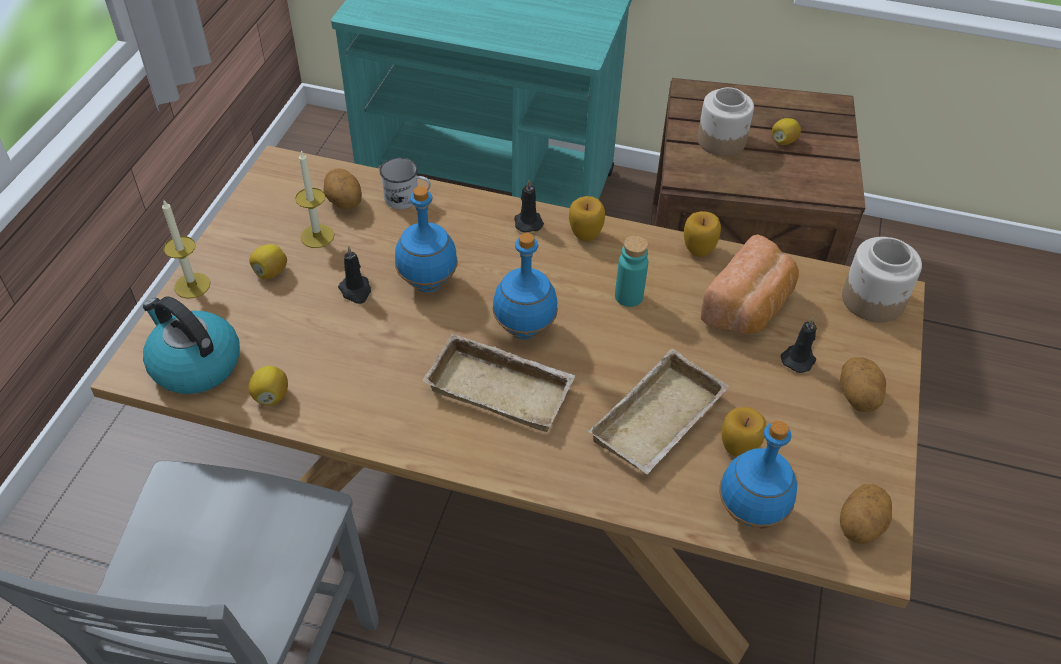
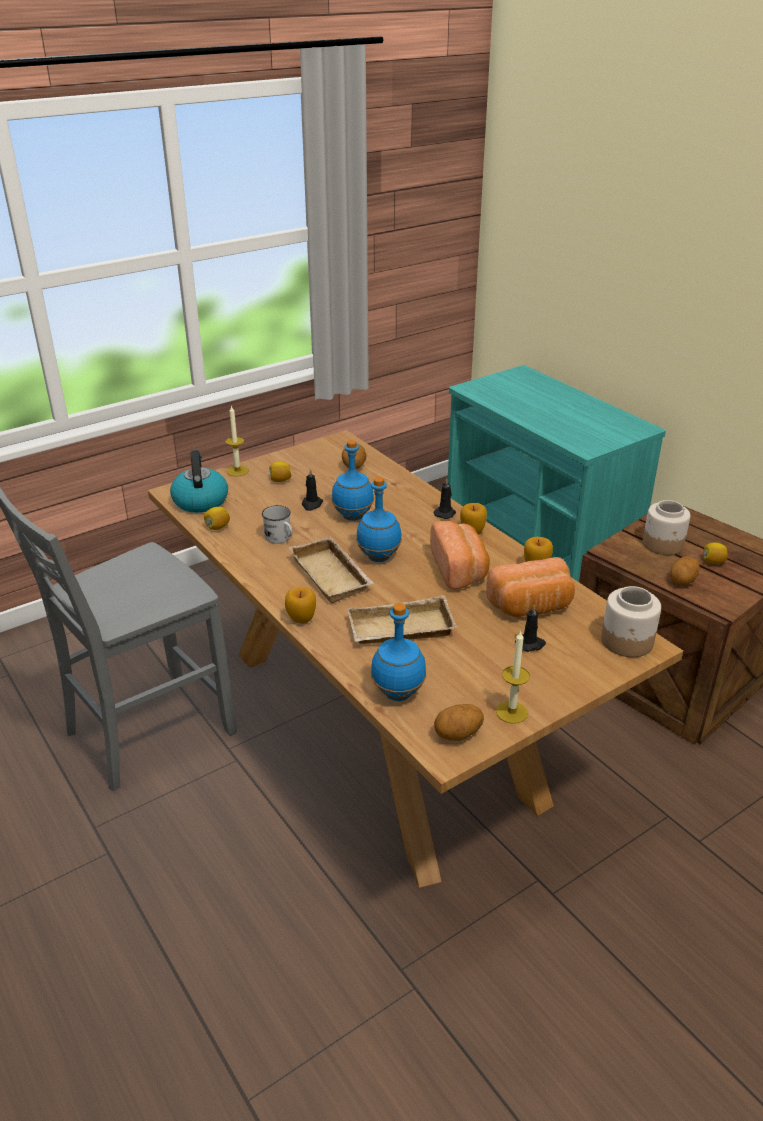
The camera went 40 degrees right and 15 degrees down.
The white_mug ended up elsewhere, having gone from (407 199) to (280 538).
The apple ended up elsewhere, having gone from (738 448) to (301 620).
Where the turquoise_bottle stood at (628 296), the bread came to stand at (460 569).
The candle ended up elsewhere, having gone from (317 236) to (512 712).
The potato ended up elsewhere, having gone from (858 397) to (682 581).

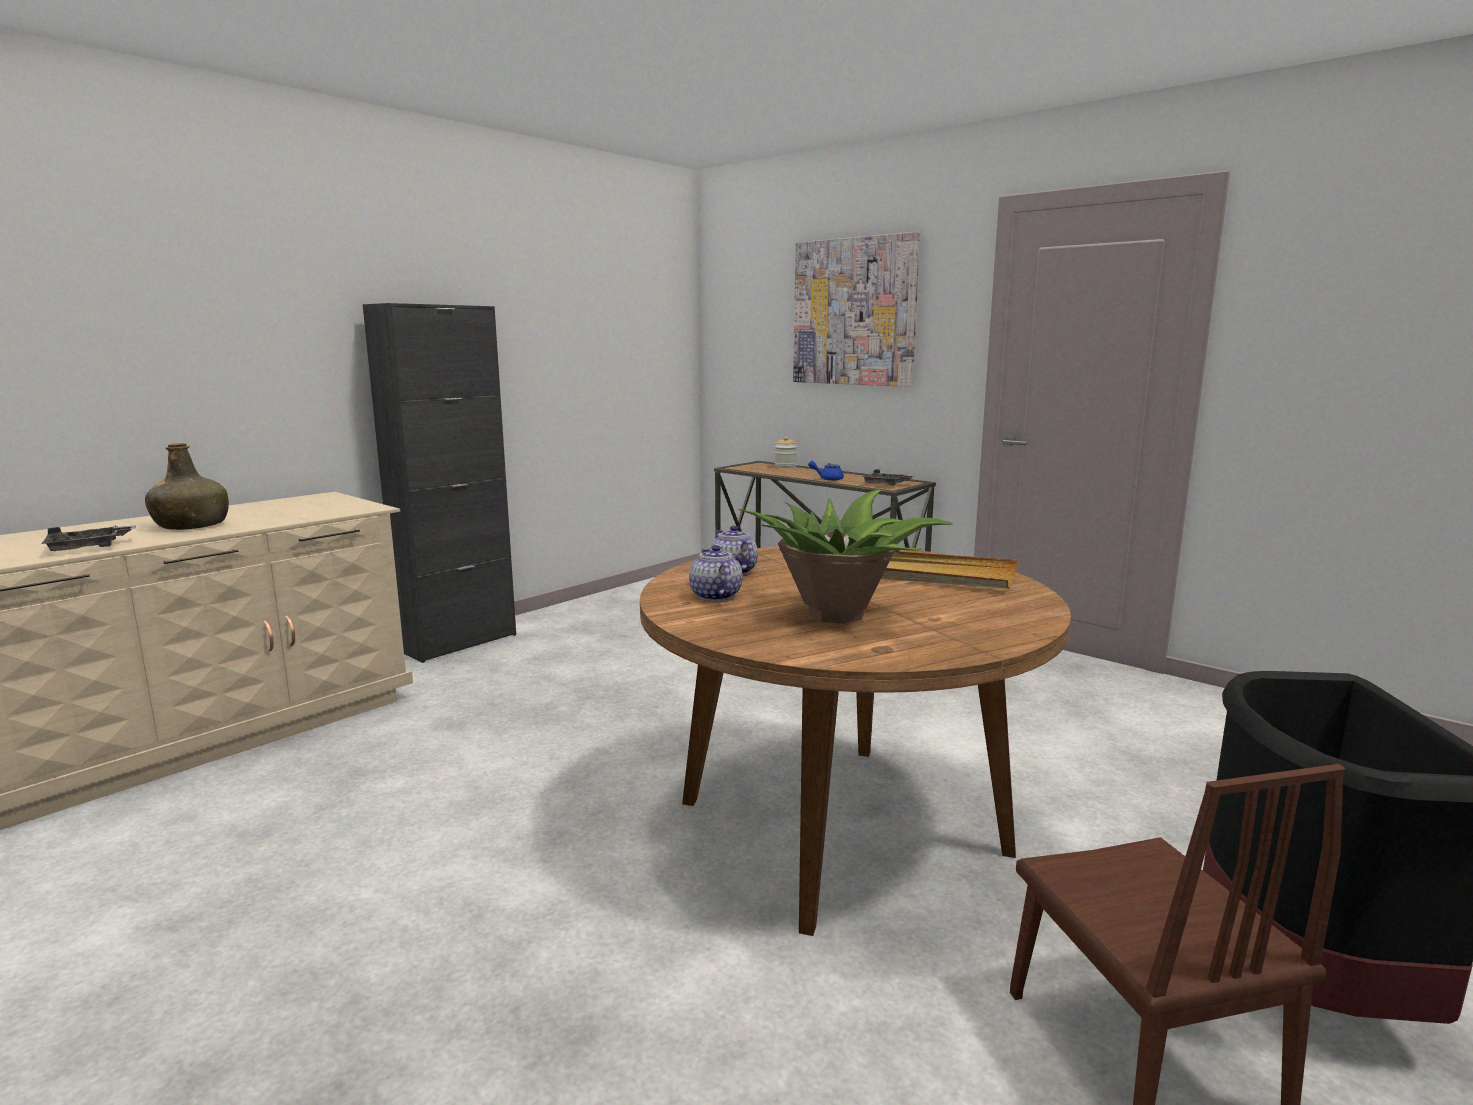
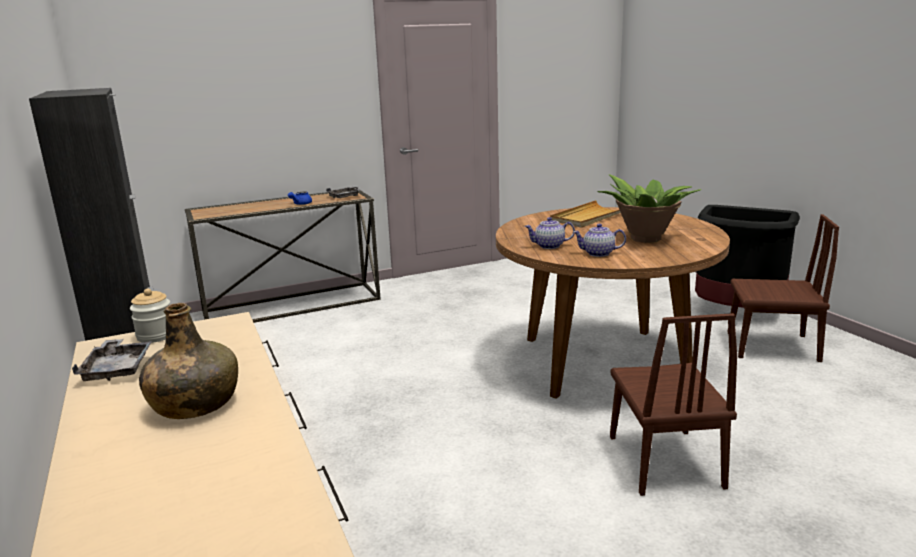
The camera went 65 degrees left and 5 degrees up.
The grey_tray ended up elsewhere, having gone from (88 548) to (117 369).
The jar ended up elsewhere, having gone from (785 466) to (156 336).
The second view gained the brown_chair at (664 461).
The second view lost the picture at (854 312).

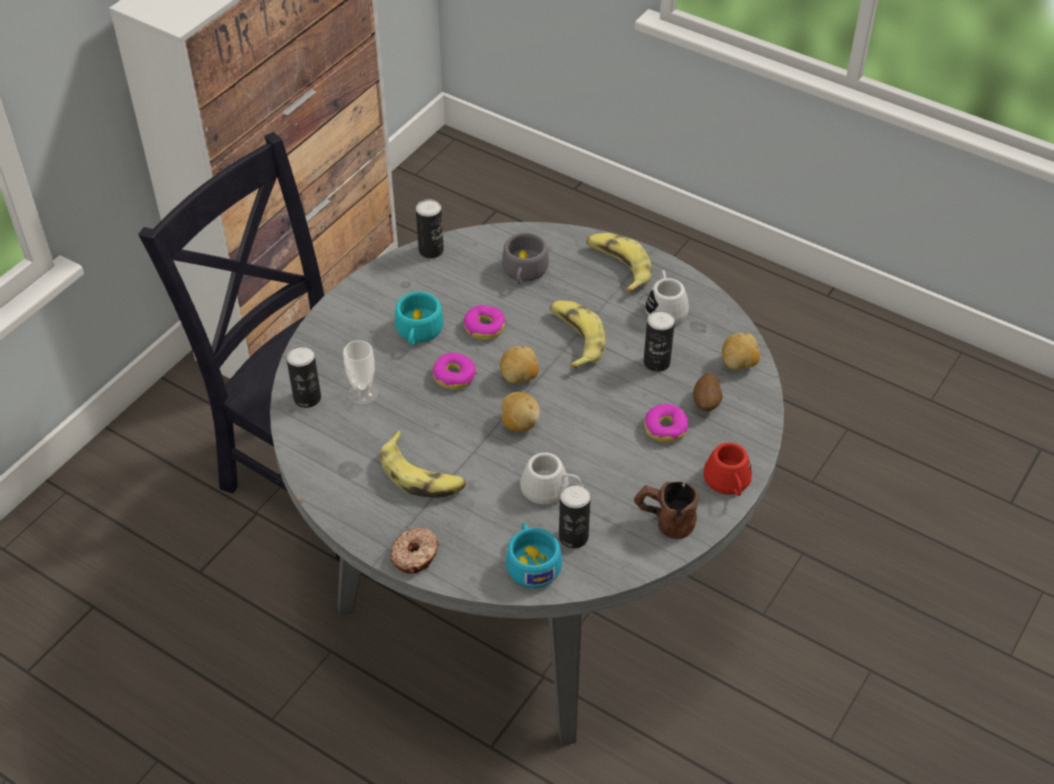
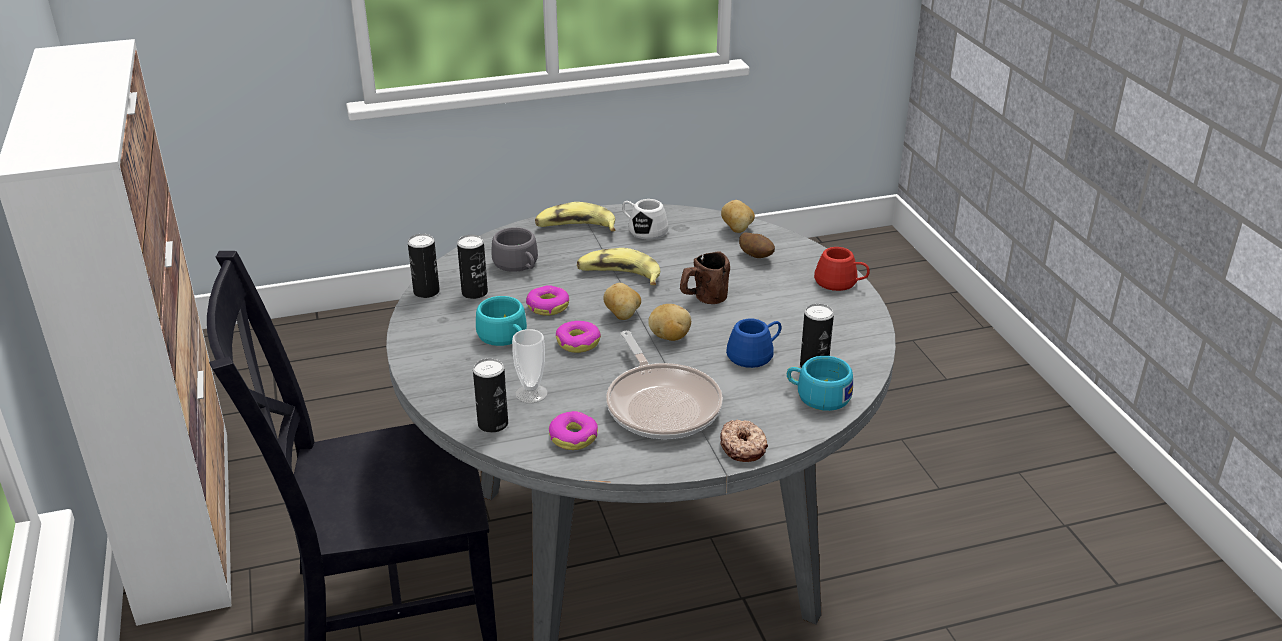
The camera went 50 degrees left and 15 degrees down.
The can ended up elsewhere, having gone from (656 362) to (474 292).
The donut ended up elsewhere, having gone from (665 428) to (573 437).
Where the banana stood at (422 475), the frying_pan came to stand at (661 405).
The brown_mug ended up elsewhere, having gone from (663 522) to (702 299).
What was the white_mug at (551 490) turned into the blue_mug at (755 354).

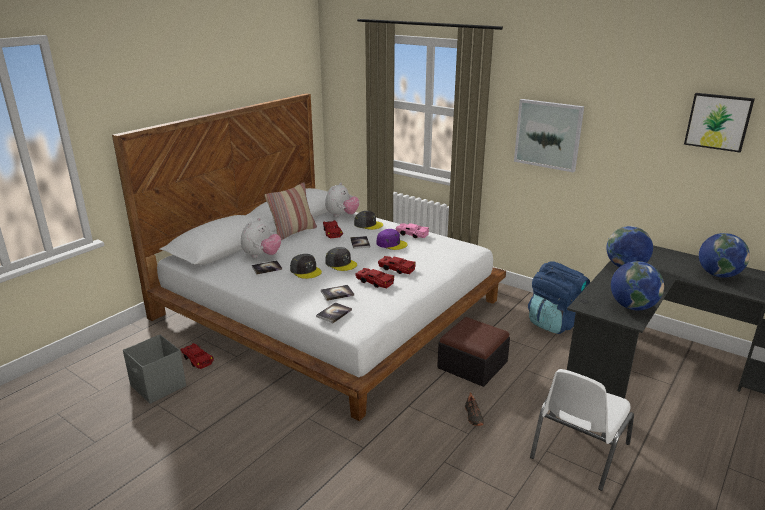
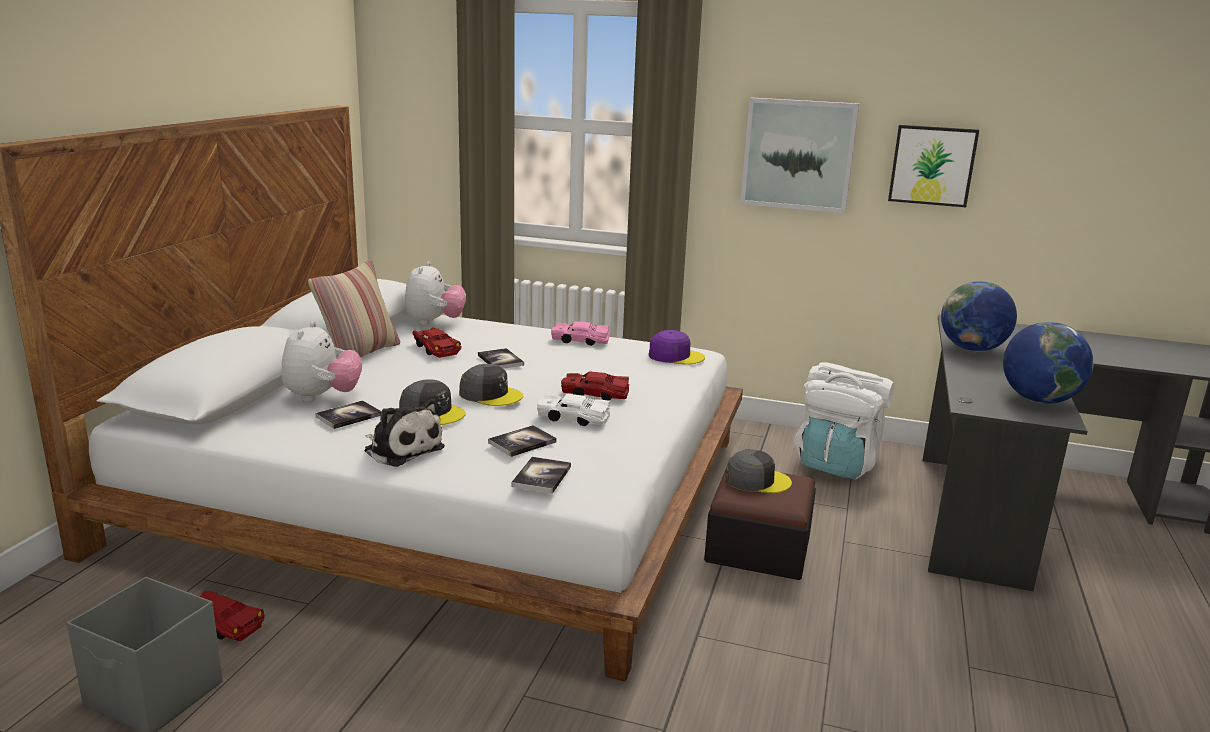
The camera went 20 degrees left and 5 degrees down.
The second view gained the plush_toy at (402 449).
What was the red_toy_car at (374 282) turned into the white_toy_car at (573 418).
The purple_cap ended up elsewhere, having gone from (391 244) to (675 356).
The grey_cap ended up elsewhere, having gone from (368 224) to (756 480).
What was the blue_backpack at (554 322) turned into the white_backpack at (837 464).
The picture ended up elsewhere, having gone from (718 121) to (932 165).
The second view lost the black_shoe at (473 416).
The second view lost the white_chair at (578 451).
The second view lost the globe at (718 275).

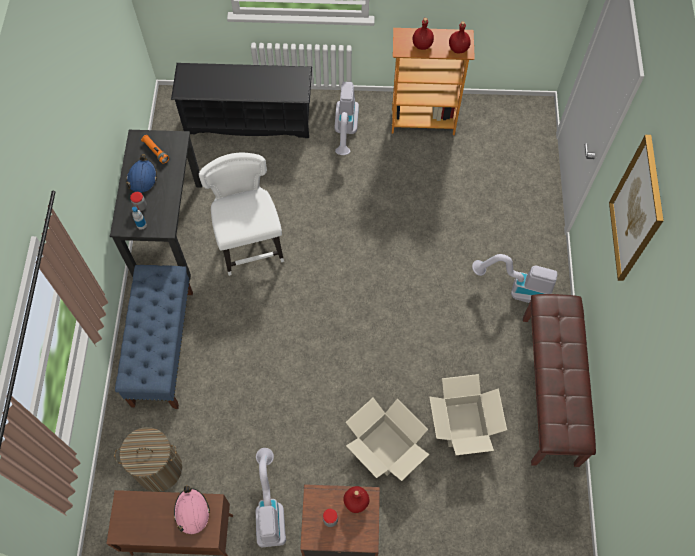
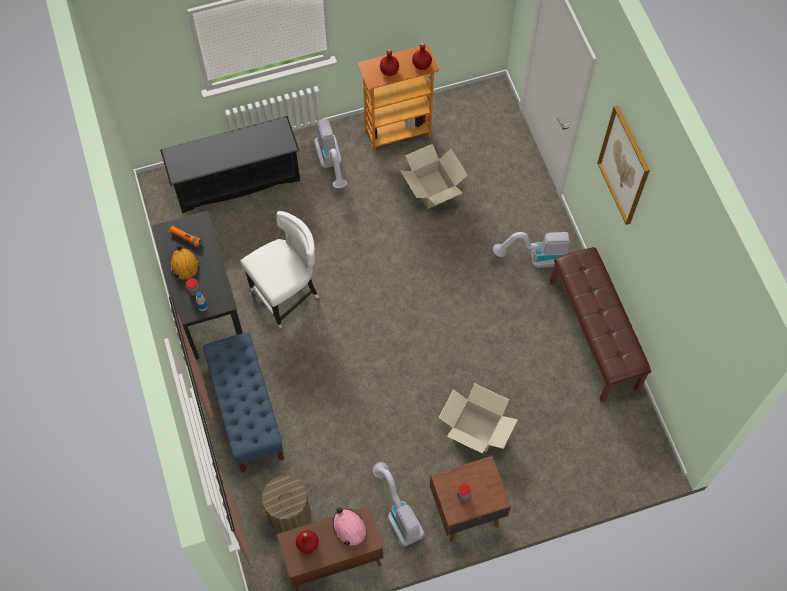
The camera went 20 degrees left and 0 degrees up.
What was the blue_hard_hat at (142 178) turned into the orange_hard_hat at (184 265).
The white_chair at (250 244) ended up facing another way, 90 degrees clockwise from before.
The red_bottle ended up elsewhere, having gone from (355 502) to (307 544).
The cardboard_box ended up elsewhere, having gone from (463 424) to (433 189).

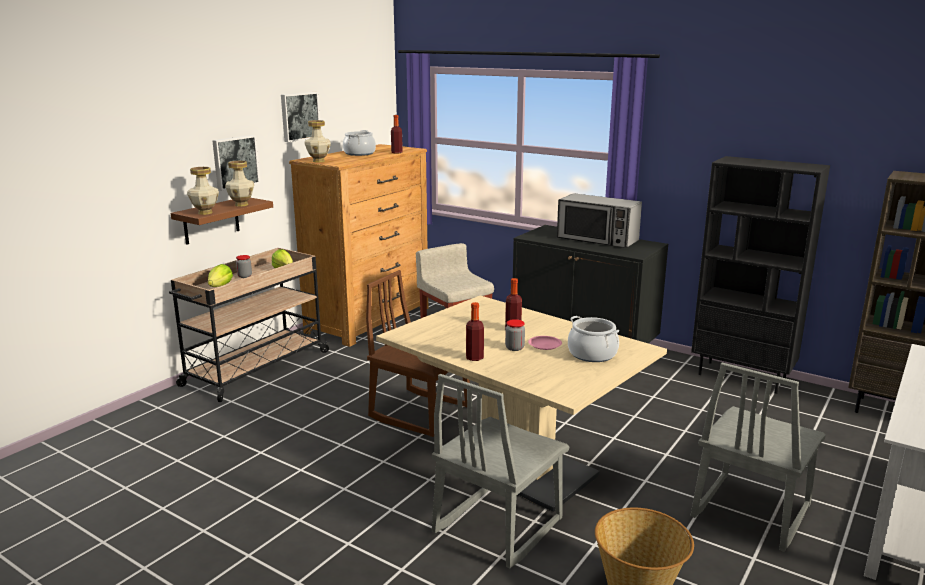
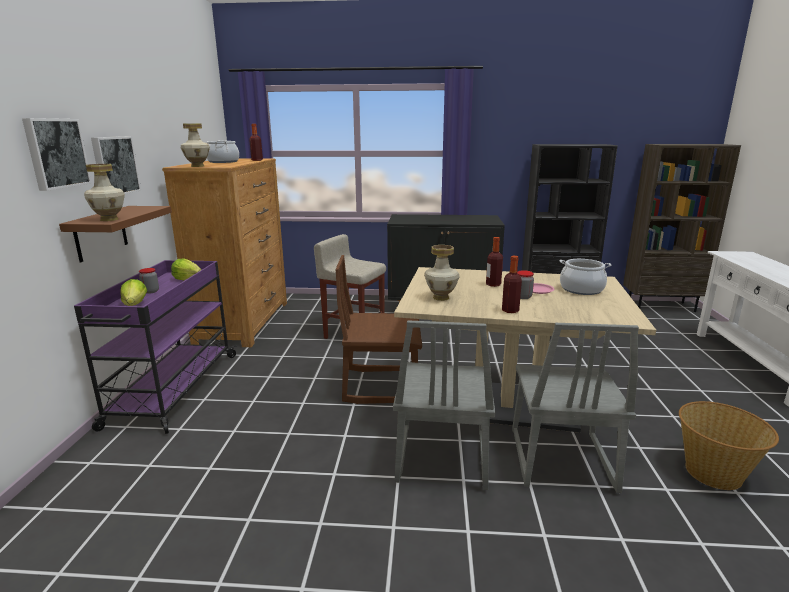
The camera went 30 degrees left and 0 degrees up.
The picture ended up elsewhere, having gone from (299 116) to (56 153).
What was the beige_cart at (255 369) turned into the purple_cart at (173 390).
The grey_chair ended up elsewhere, having gone from (749 511) to (440 457).
The vase ended up elsewhere, having gone from (242 205) to (441 298).
The second view lost the microwave at (597 240).

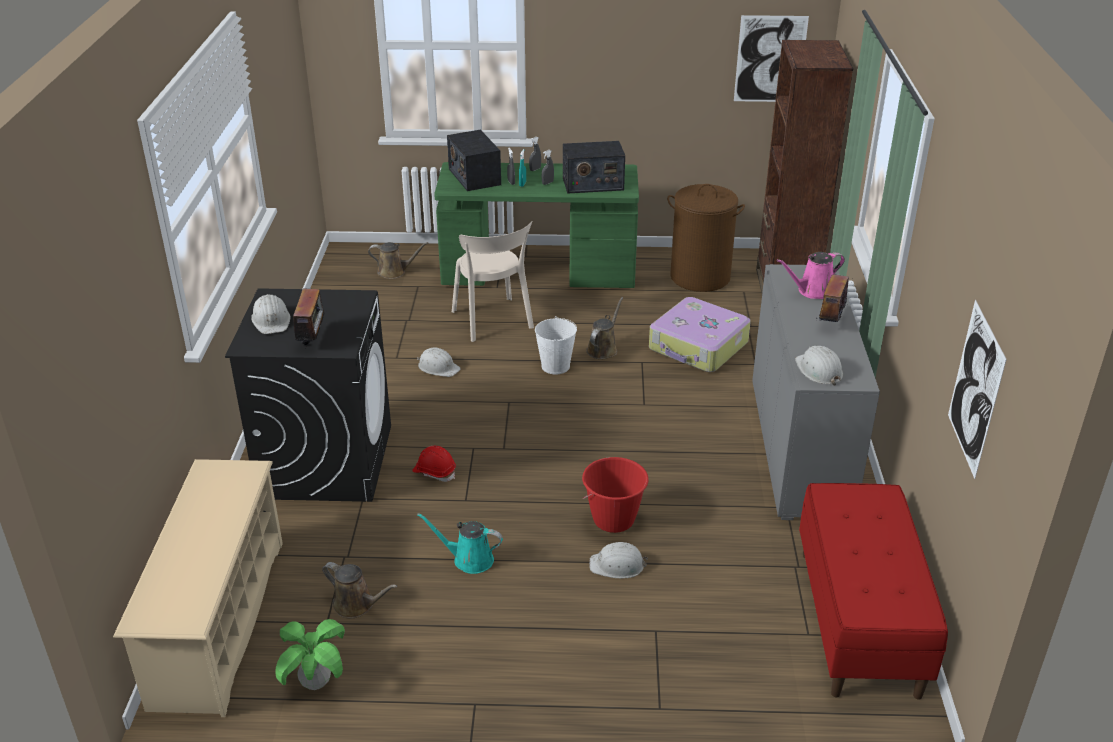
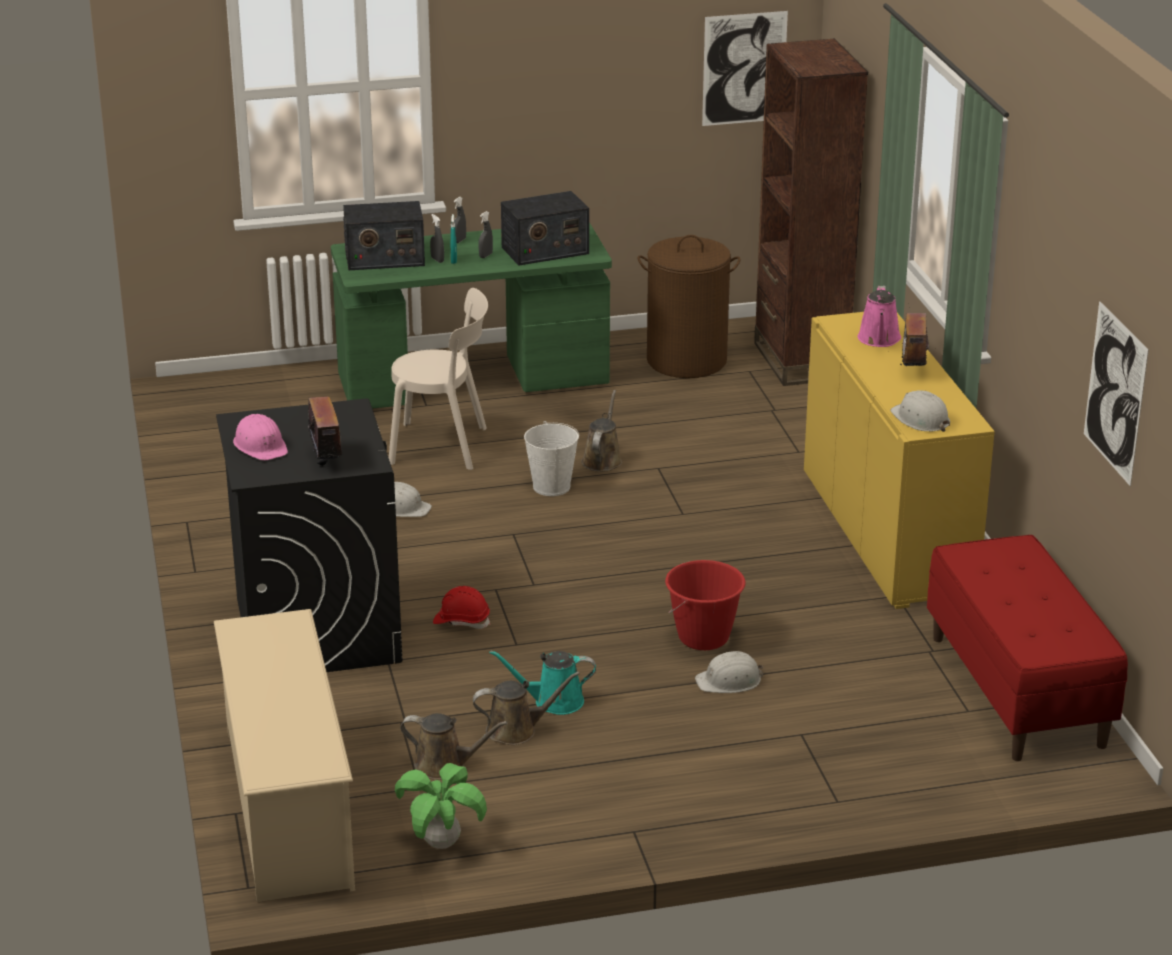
The camera went 15 degrees left and 5 degrees down.
What was the white_hard_hat at (271 320) turned into the pink_hard_hat at (261 445).
The radio at (474 176) ended up facing another way, 60 degrees counterclockwise from before.
The beige_chair at (493 322) ended up facing another way, 45 degrees counterclockwise from before.
The brown_watering_can ended up elsewhere, having gone from (394 272) to (516 730).
What was the grey_cabinet at (799 447) turned into the yellow_cabinet at (887 533).
The pink_watering_can at (812 291) ended up facing another way, 45 degrees counterclockwise from before.
The second view lost the suitcase at (698 347).

